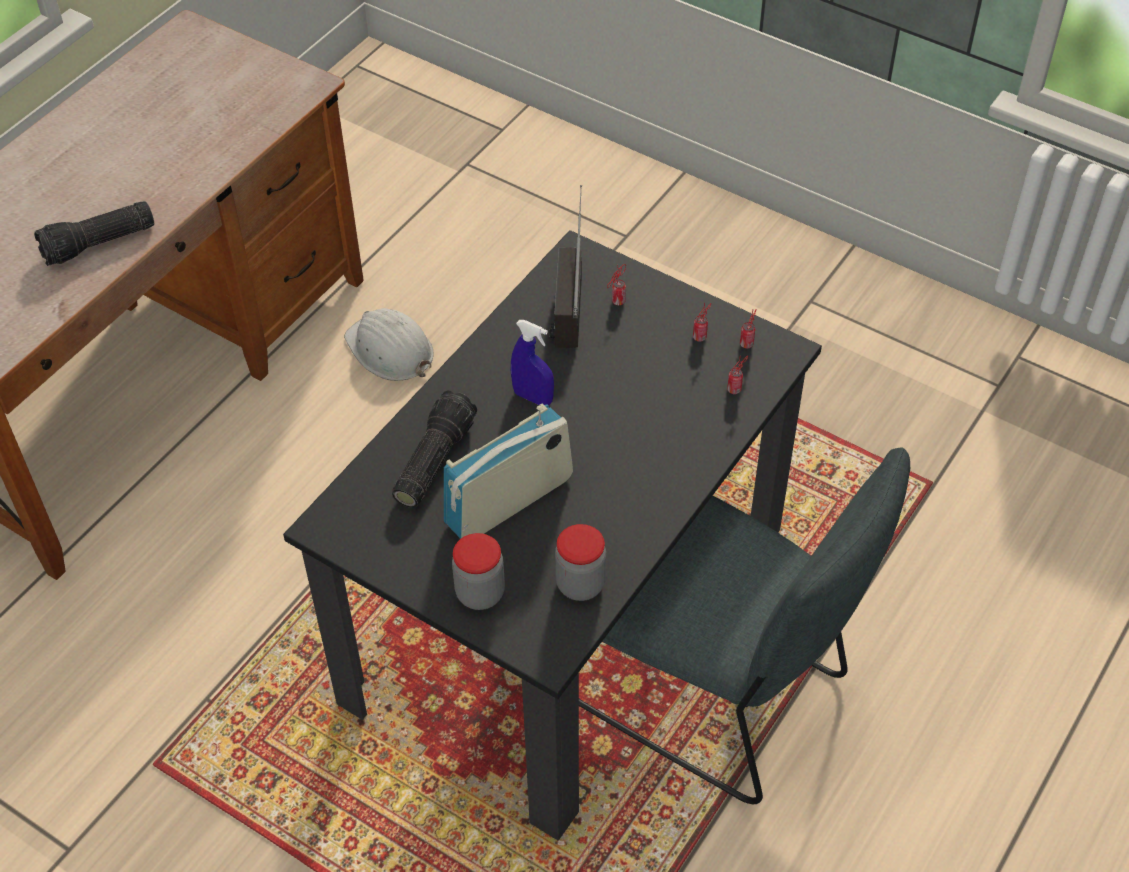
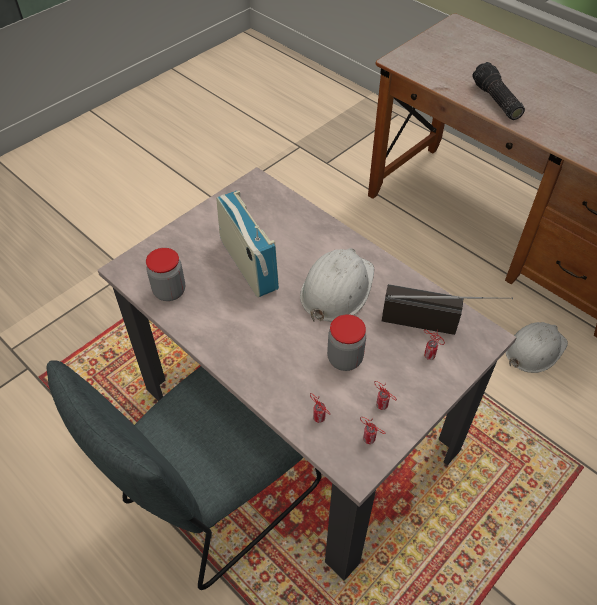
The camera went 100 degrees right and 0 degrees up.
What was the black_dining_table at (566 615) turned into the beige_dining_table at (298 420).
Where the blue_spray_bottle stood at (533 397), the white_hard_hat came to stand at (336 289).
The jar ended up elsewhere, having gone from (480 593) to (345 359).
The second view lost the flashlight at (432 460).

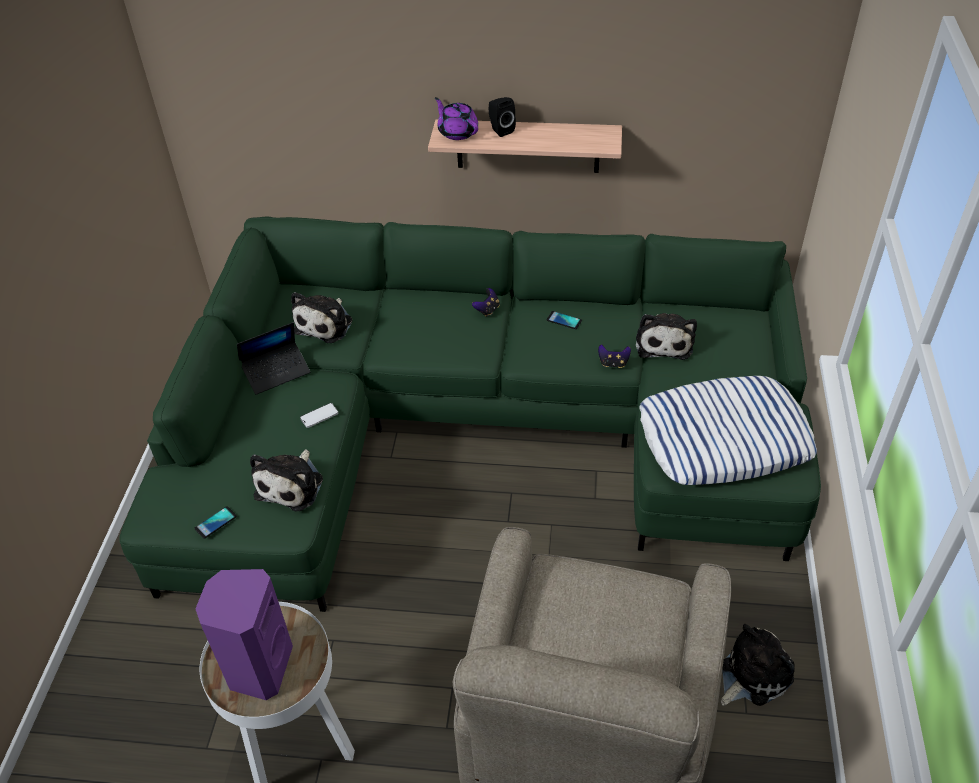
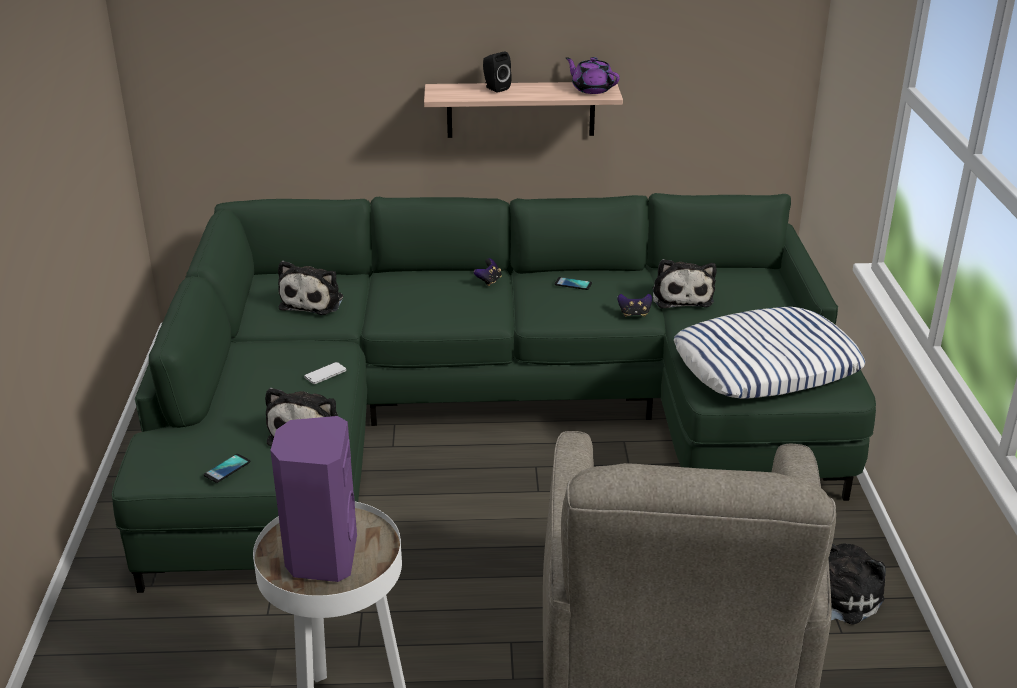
The camera went 10 degrees left and 15 degrees down.
The purple_teapot ended up elsewhere, having gone from (457 132) to (592 89).
The second view lost the laptop at (276 372).

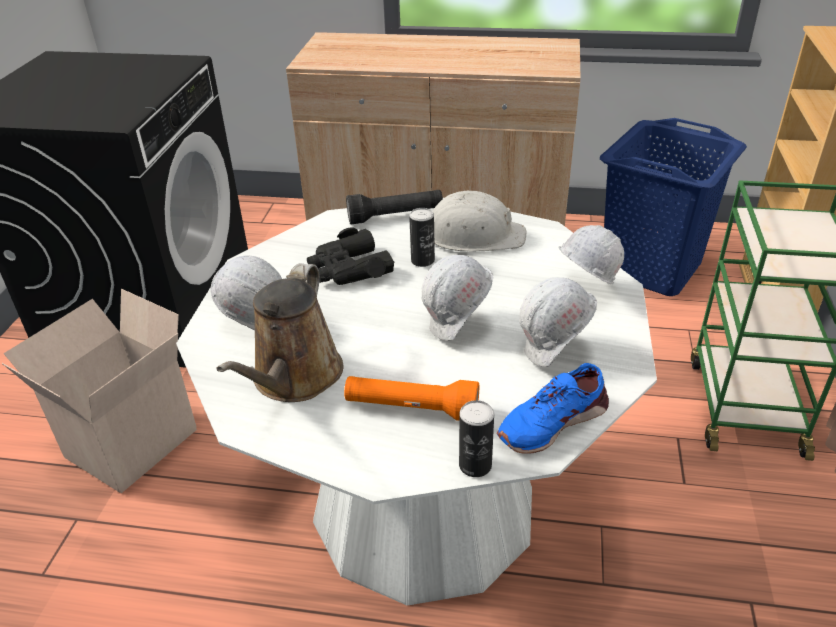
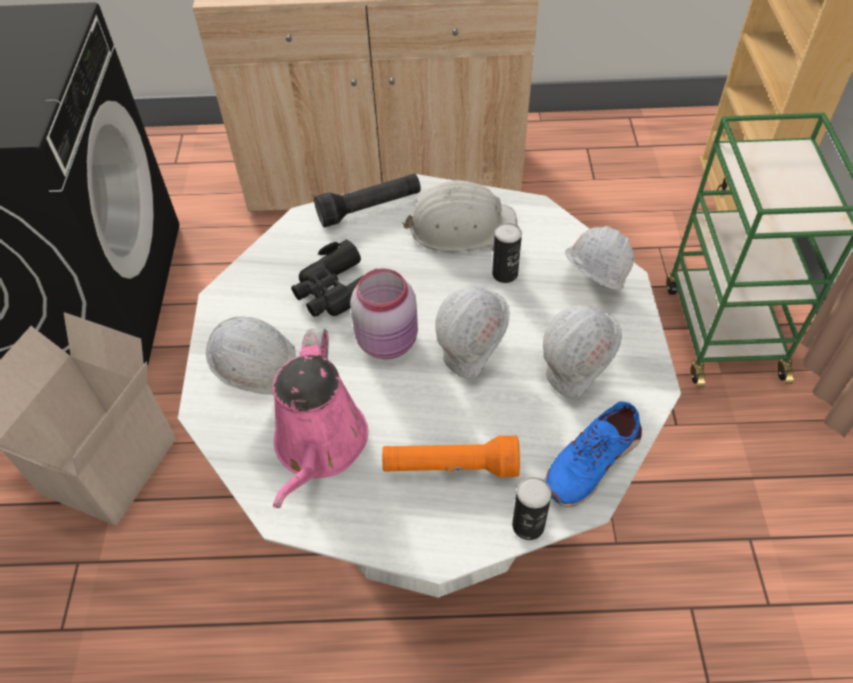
The camera went 10 degrees left and 15 degrees up.
What was the brown_watering_can at (294 378) turned into the pink_watering_can at (319 446).
The second view gained the pink_jar at (389 341).
The can ended up elsewhere, having gone from (422 260) to (505 274).
The second view lost the blue_laundry_basket at (650 268).

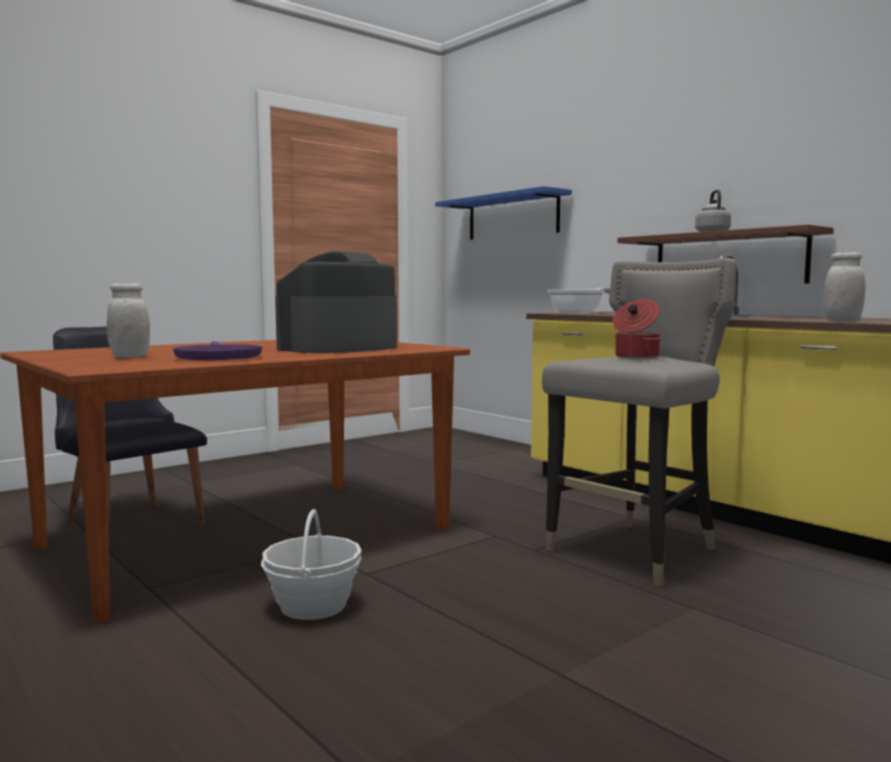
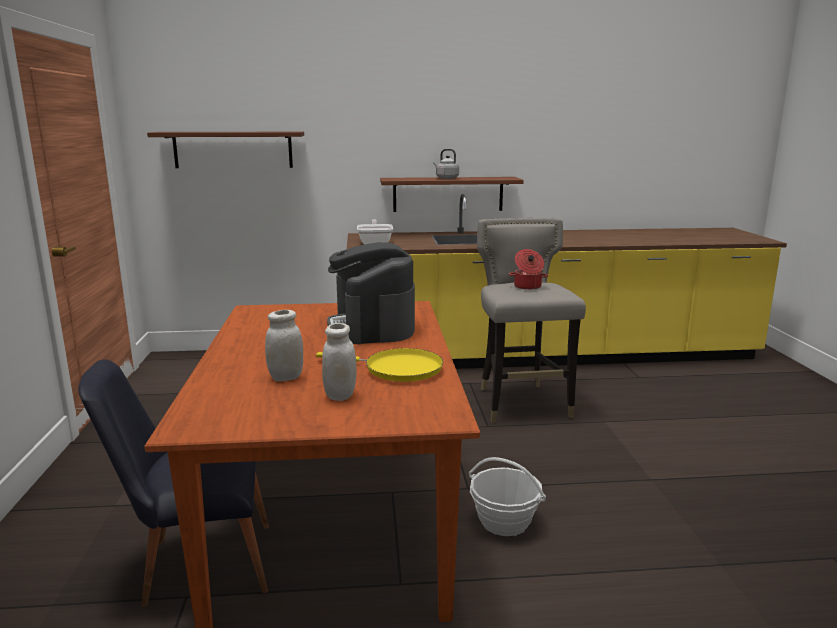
The camera went 55 degrees left and 10 degrees up.
What was the blue_shelf at (512 217) turned into the brown_shelf at (233 149).
The white_jar ended up elsewhere, having gone from (842 321) to (286 377).
What was the purple_frying_pan at (218 357) turned into the yellow_frying_pan at (398 369).

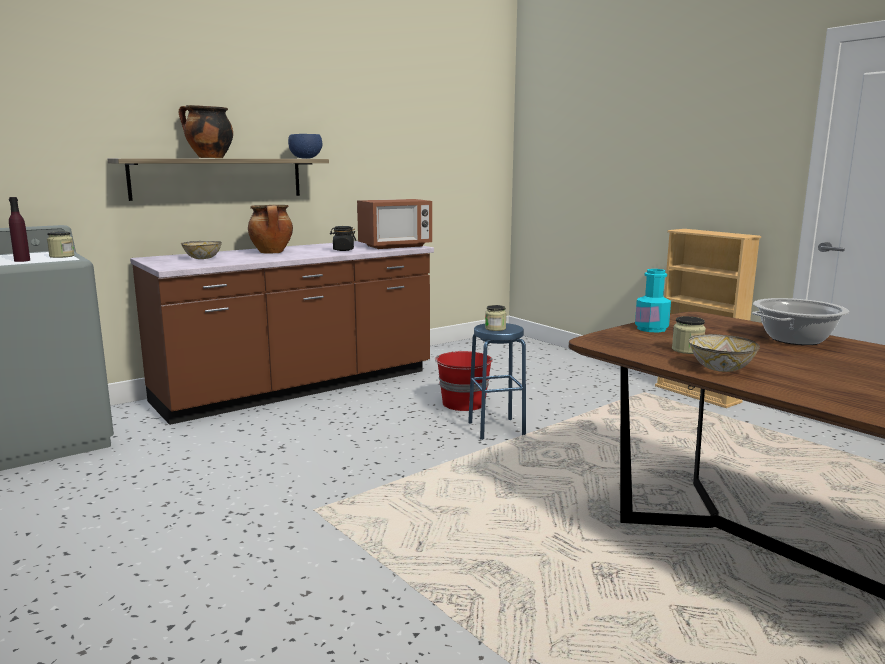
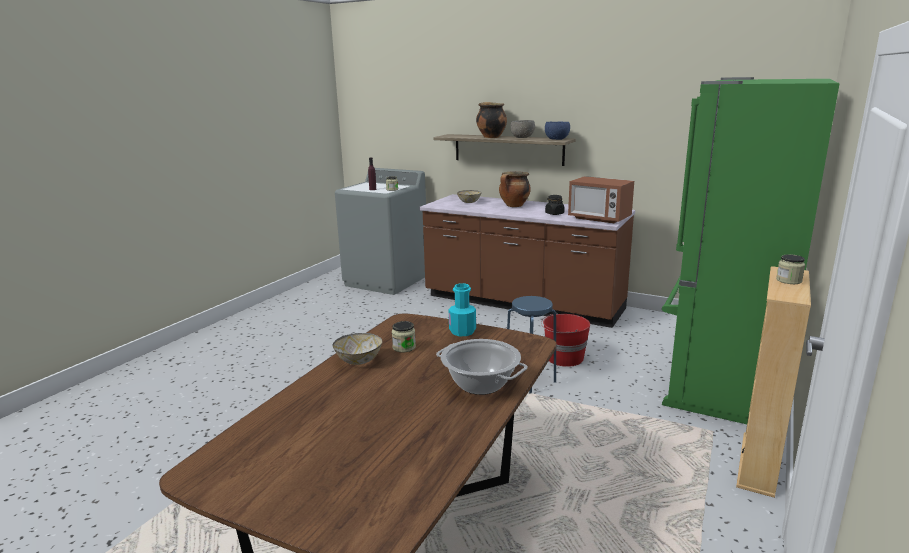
The camera went 65 degrees right and 5 degrees up.
The second view gained the grey_bowl at (522 138).
The second view gained the green_fridge at (721 381).
The jar ended up elsewhere, having gone from (495 328) to (789 280).

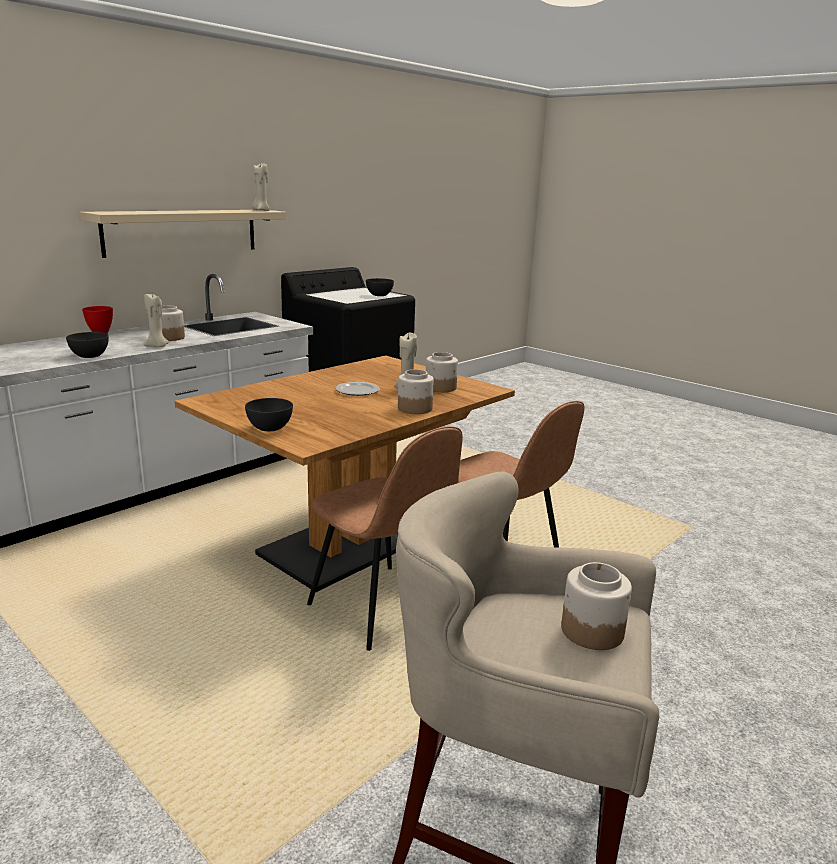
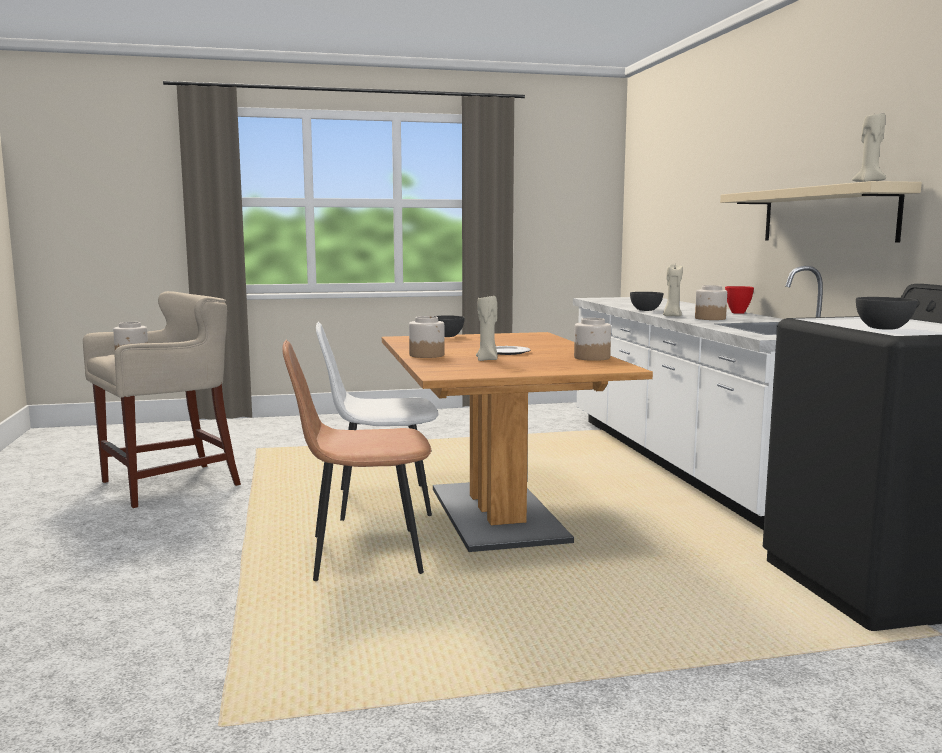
The camera went 125 degrees right and 10 degrees down.
What was the brown_chair at (382 607) turned into the white_chair at (380 502).
The jar ended up elsewhere, having gone from (441 388) to (591 358).

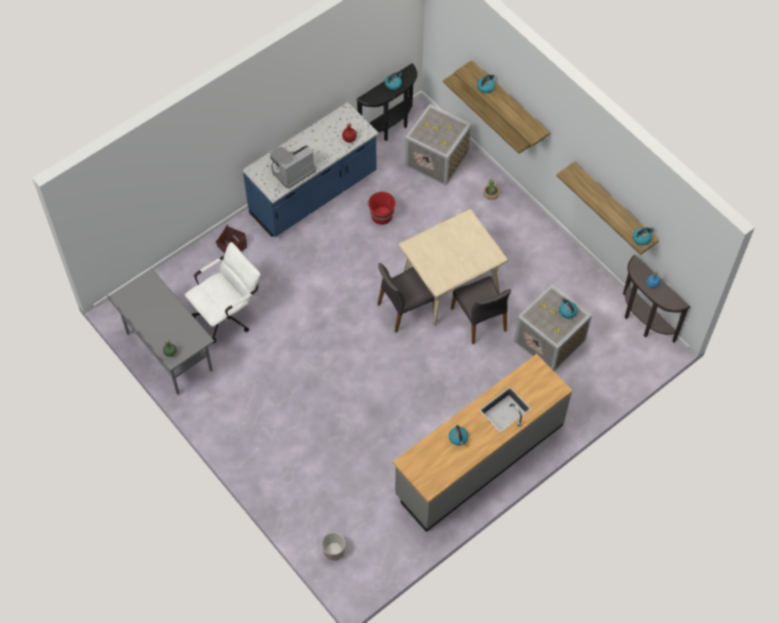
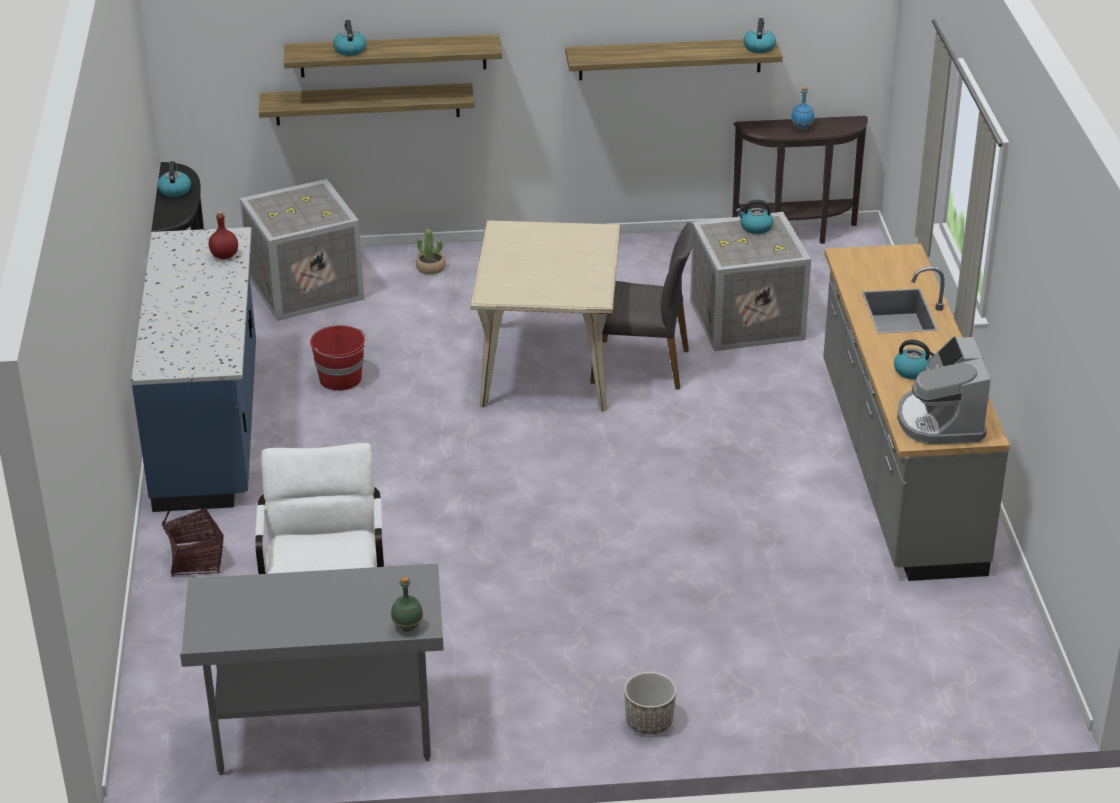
The camera went 55 degrees left and 25 degrees down.
The planter ended up elsewhere, having gone from (334 550) to (649 721).
The coffee_machine ended up elsewhere, having gone from (292 170) to (940 421).
The second view lost the grey_chair at (405 308).

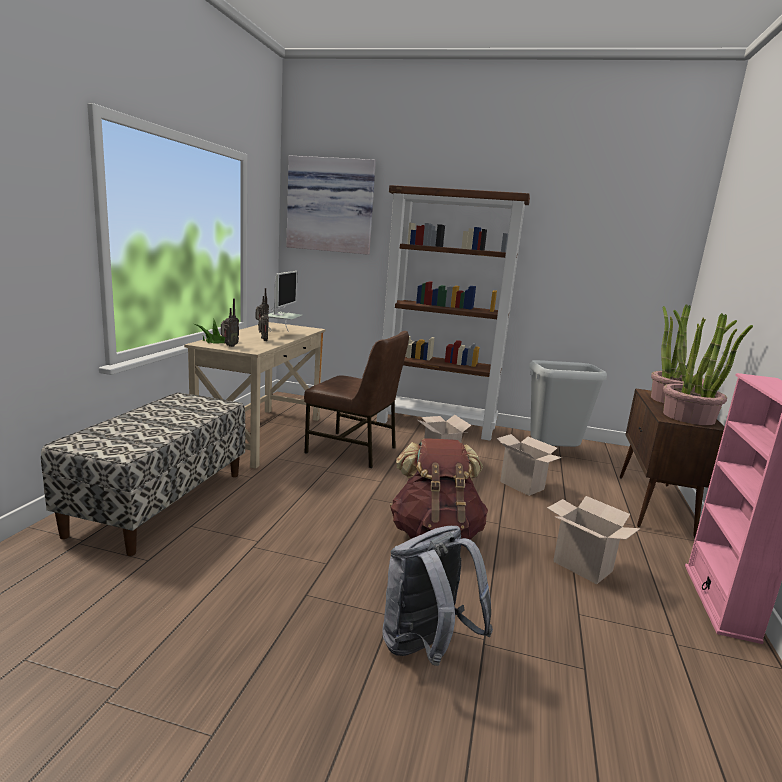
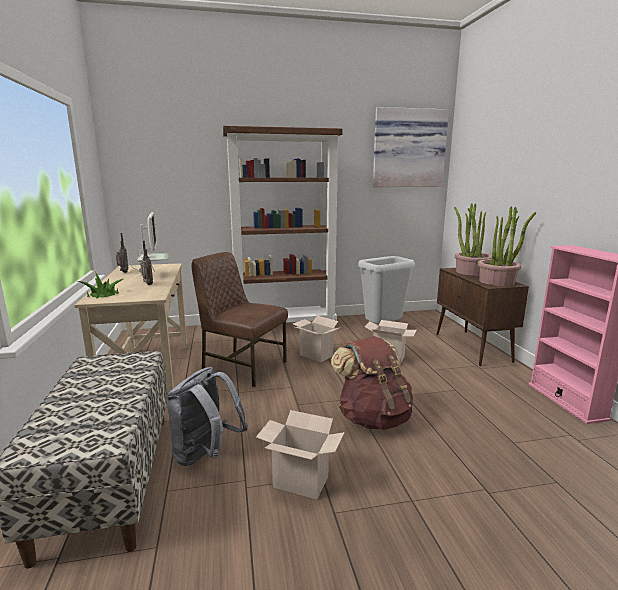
The camera went 25 degrees left and 0 degrees up.
The grey_backpack ended up elsewhere, having gone from (426 648) to (206 455).
The brown_chair at (353 450) ended up facing another way, 150 degrees counterclockwise from before.
The cardboard_box ended up elsewhere, having gone from (580 566) to (298 482).
The picture ended up elsewhere, having gone from (331 205) to (408 148).
The second view lost the radio at (229 346).

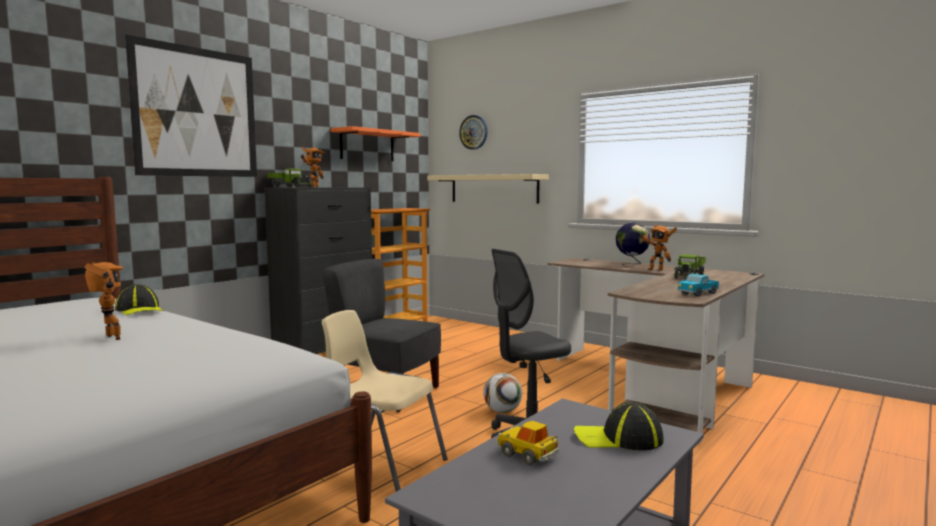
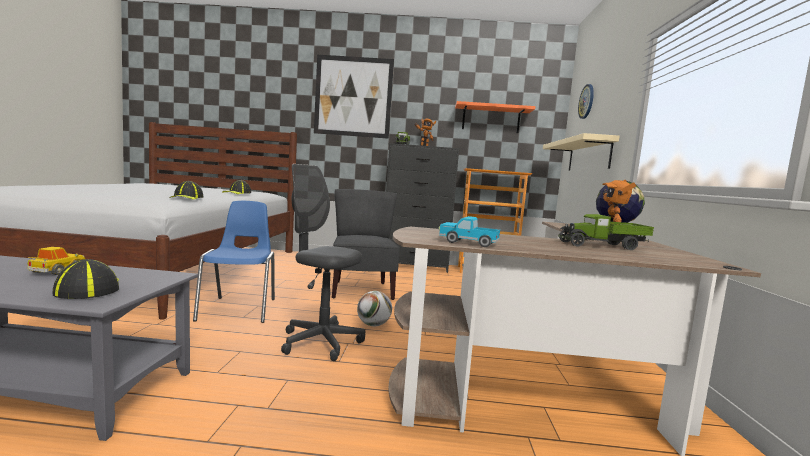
The camera went 55 degrees right and 0 degrees up.
The second view gained the cap at (186 197).
What was the beige_chair at (380 467) turned into the blue_chair at (239 309).
The second view lost the toy_robot at (109 338).

